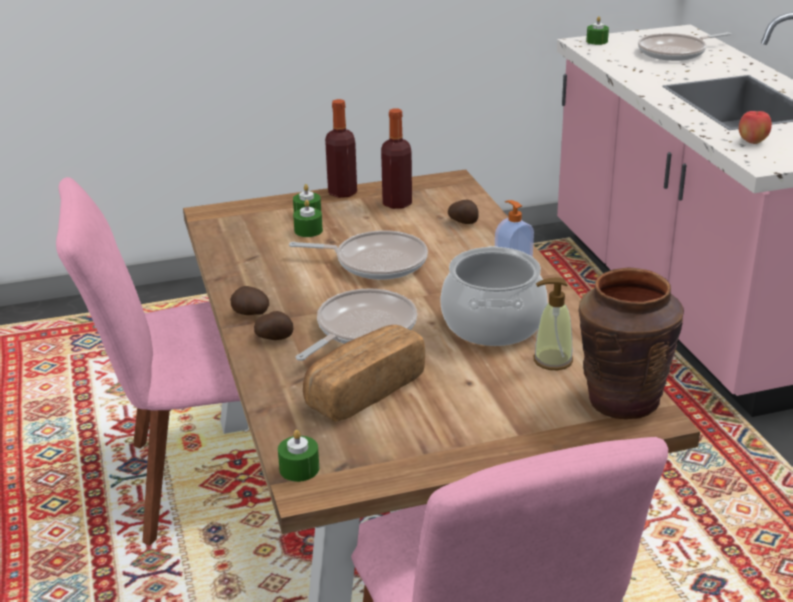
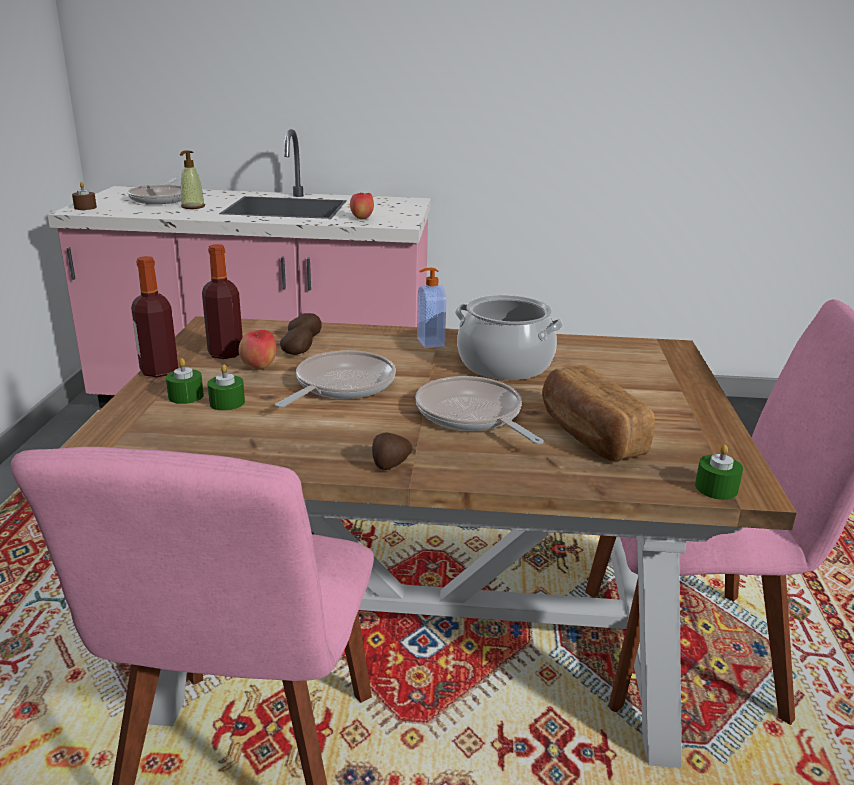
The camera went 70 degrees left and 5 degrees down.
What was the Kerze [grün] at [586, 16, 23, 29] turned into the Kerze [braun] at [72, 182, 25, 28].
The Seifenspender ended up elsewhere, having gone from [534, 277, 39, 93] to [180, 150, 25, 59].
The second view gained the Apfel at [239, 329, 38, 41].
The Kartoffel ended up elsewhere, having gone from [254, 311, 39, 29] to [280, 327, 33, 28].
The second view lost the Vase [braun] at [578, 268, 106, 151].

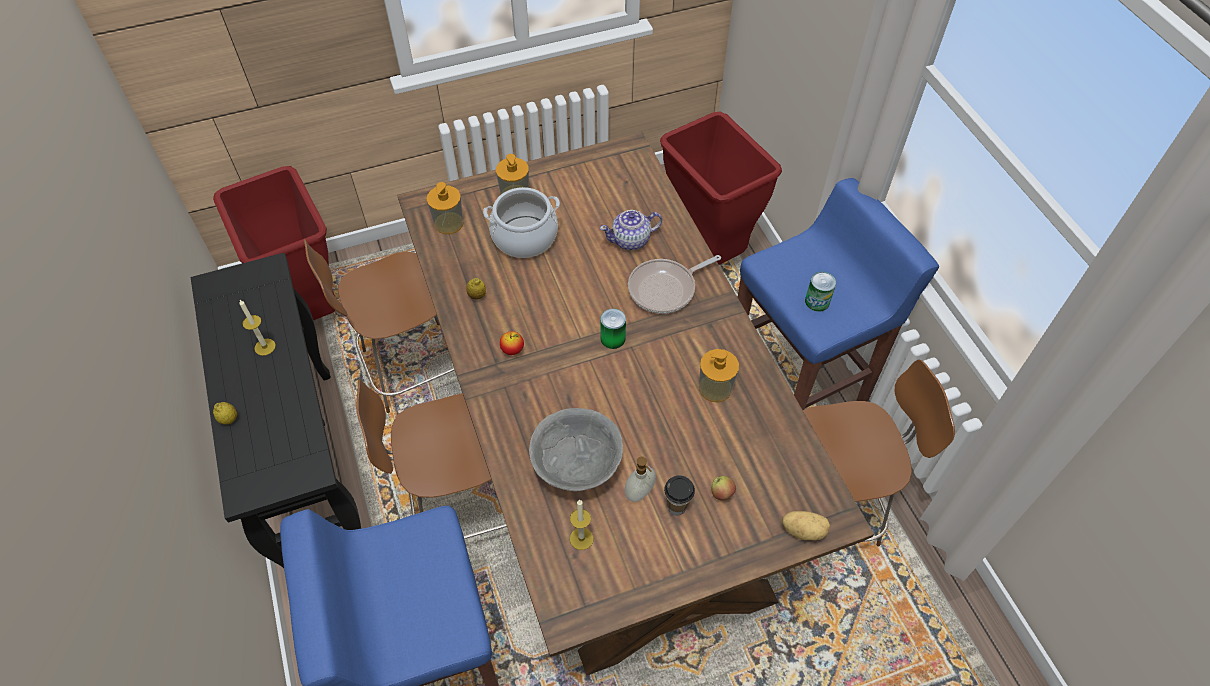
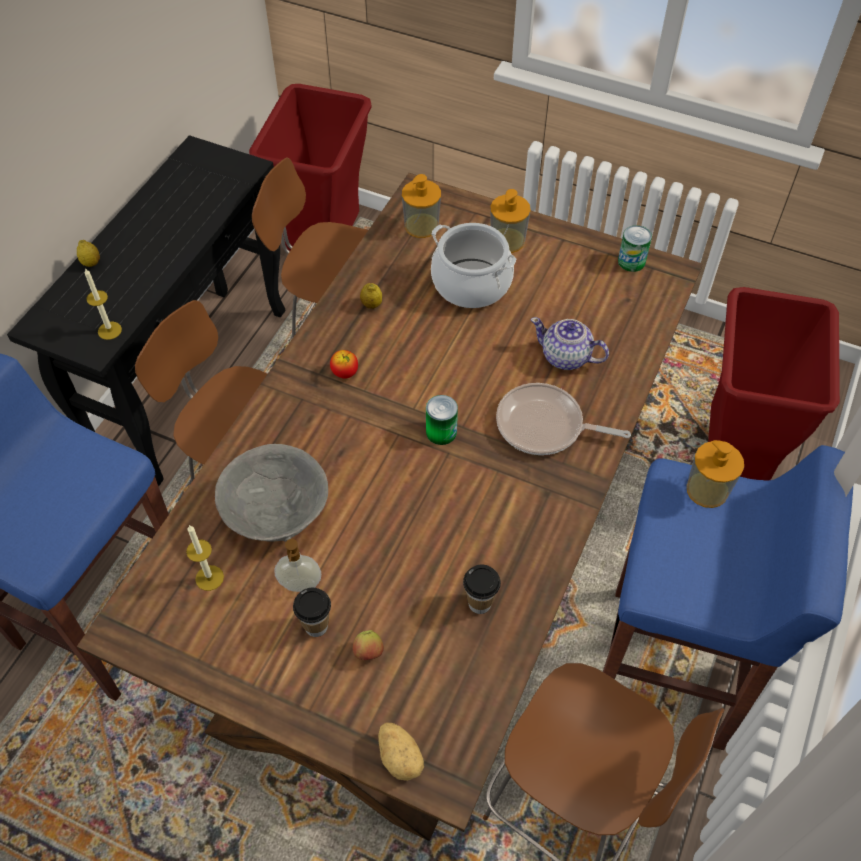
The camera went 45 degrees right and 0 degrees up.
The Kerze ended up elsewhere, having gone from [239, 300, 37, 56] to [85, 268, 37, 72].
The second view gained the Tasse at [463, 565, 38, 49].
The Dose ended up elsewhere, having gone from [805, 272, 31, 40] to [618, 225, 34, 47].
The Seifenspender ended up elsewhere, having gone from [699, 349, 40, 53] to [687, 440, 57, 68].

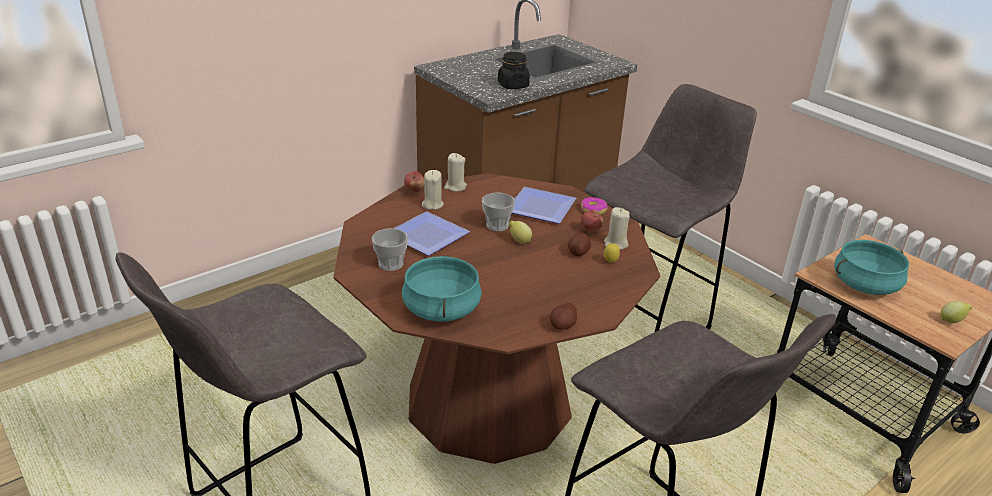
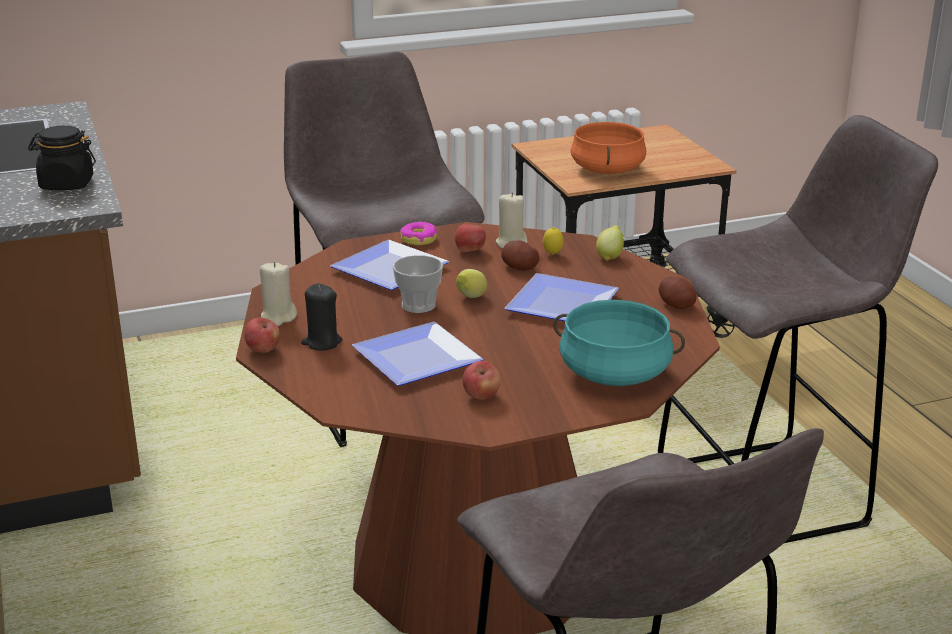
The camera went 70 degrees left and 5 degrees down.
What was the Kerze [beige] at [422, 170, 22, 40] turned into the Kerze [schwarz] at [301, 283, 42, 68].
Where the Tasse stood at [372, 228, 36, 43], the Apfel came to stand at [462, 361, 39, 38].
The second view gained the Teller at [504, 273, 115, 48].
What was the Kochtopf [türkis] at [834, 240, 75, 55] turned into the Kochtopf [orange] at [571, 122, 75, 52].
The Zitrone ended up elsewhere, having gone from [941, 301, 31, 22] to [596, 225, 28, 36].

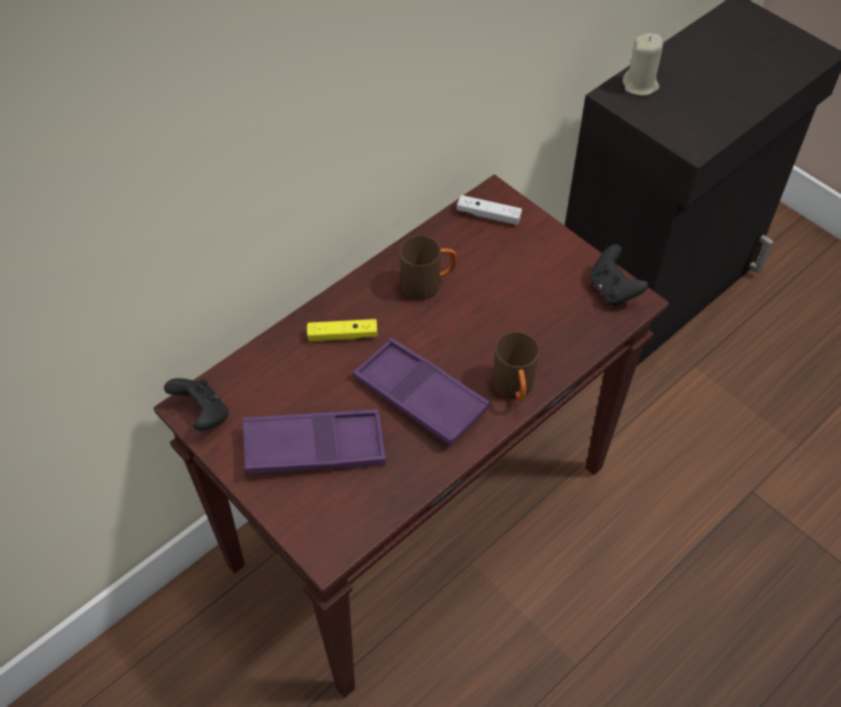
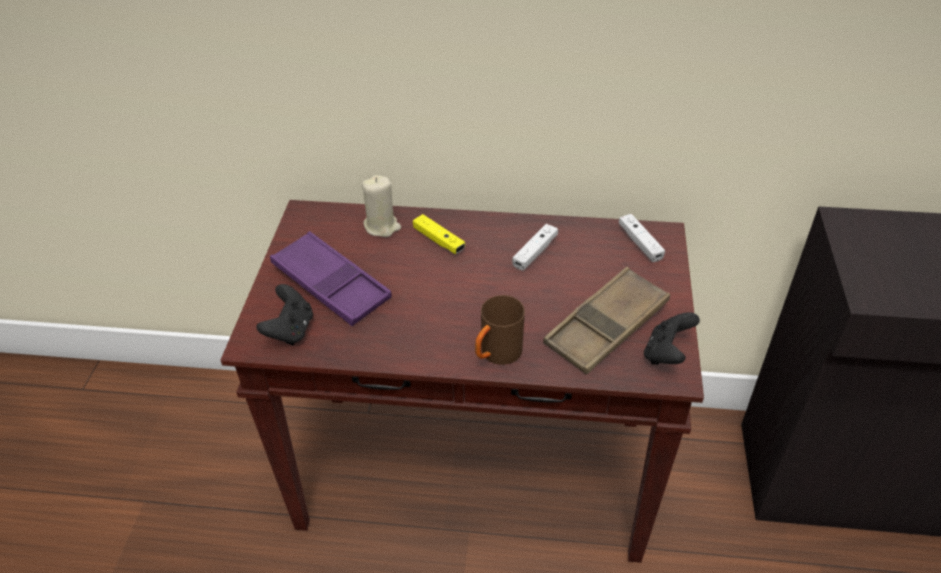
The camera went 50 degrees right and 10 degrees down.
The Gamepad [schwarz] ended up elsewhere, having gone from [164, 378, 65, 53] to [257, 284, 56, 61].
The Kerze [beige] ended up elsewhere, having gone from [623, 33, 40, 63] to [362, 175, 39, 62].
Where the Henkelbecher [braun] stood at [400, 235, 57, 65], the Gamepad [weiß] came to stand at [512, 224, 46, 47].
The second view gained the Tablett [braun] at [543, 267, 127, 107].
The second view lost the Tablett [lila] at [353, 338, 137, 108].

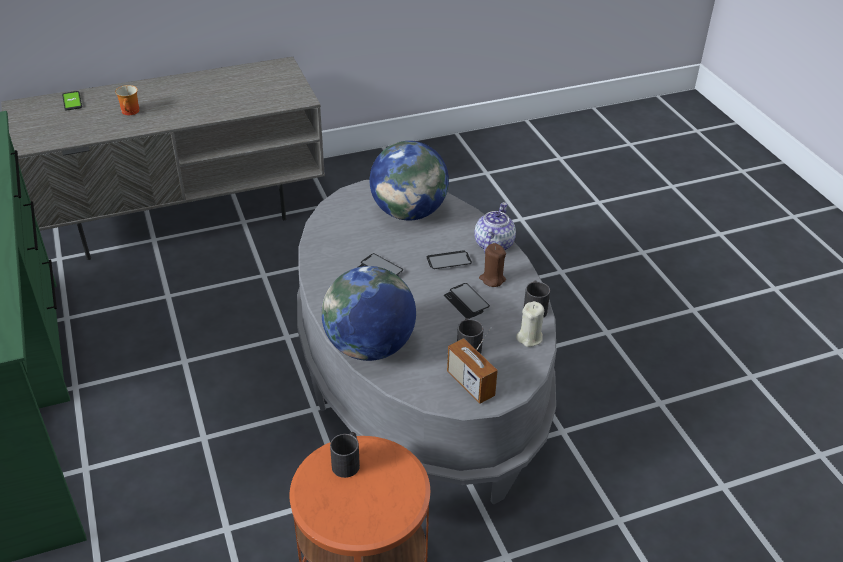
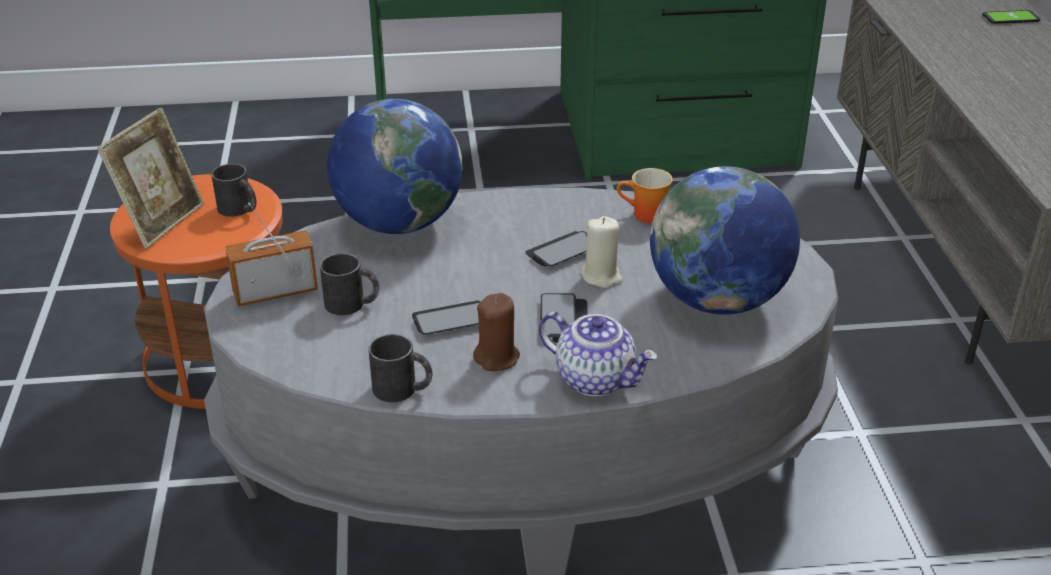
The camera went 105 degrees right and 5 degrees down.
The second view gained the Bilderrahmen at [97, 108, 107, 141].
The Kerze [beige] ended up elsewhere, having gone from [516, 301, 28, 46] to [582, 216, 41, 72].
The Henkelbecher ended up elsewhere, having gone from [115, 85, 24, 30] to [617, 168, 56, 55].

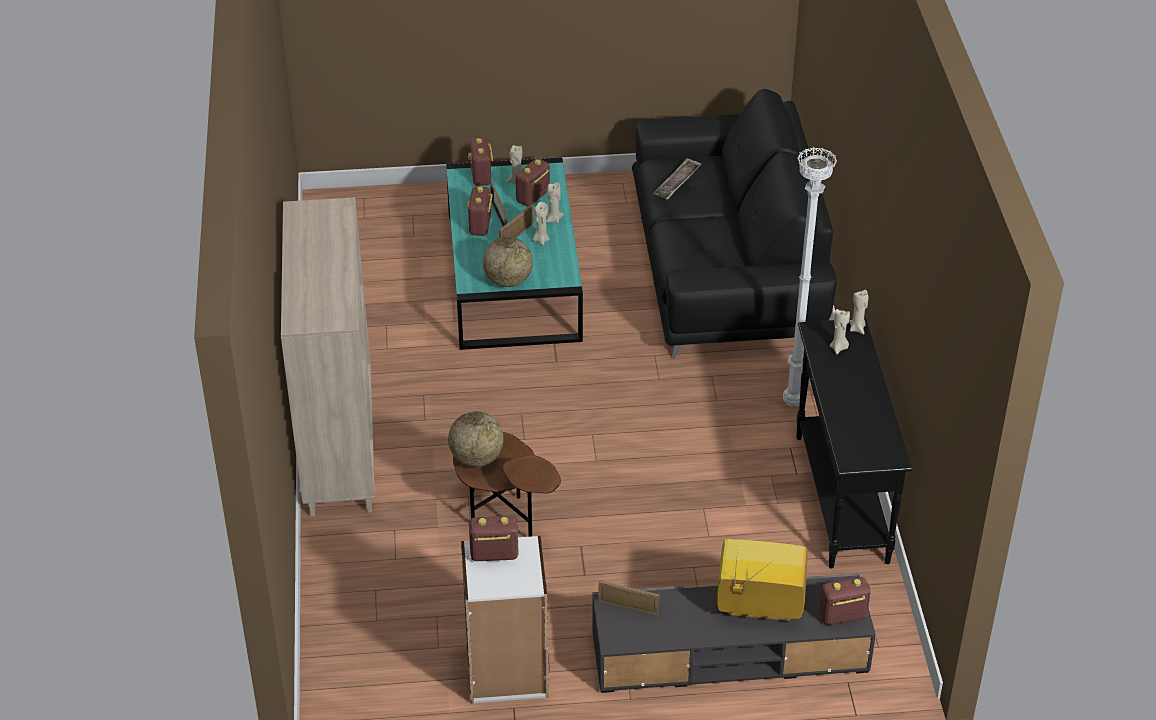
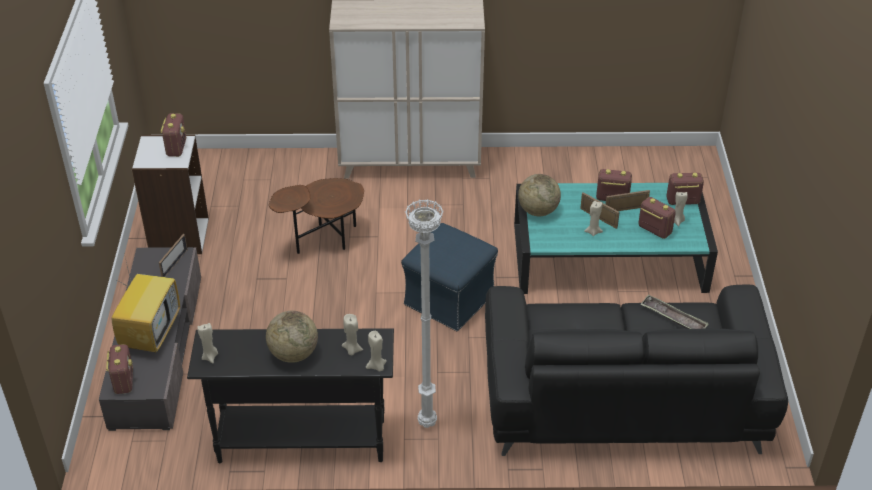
The camera went 95 degrees right and 0 degrees up.
The Kerze [beige] ended up elsewhere, having gone from [546, 182, 18, 41] to [197, 323, 21, 41].
The Globus ended up elsewhere, having gone from [448, 411, 56, 56] to [266, 311, 52, 52].
The second view gained the Polsterhocker [blau] at [401, 223, 97, 108].

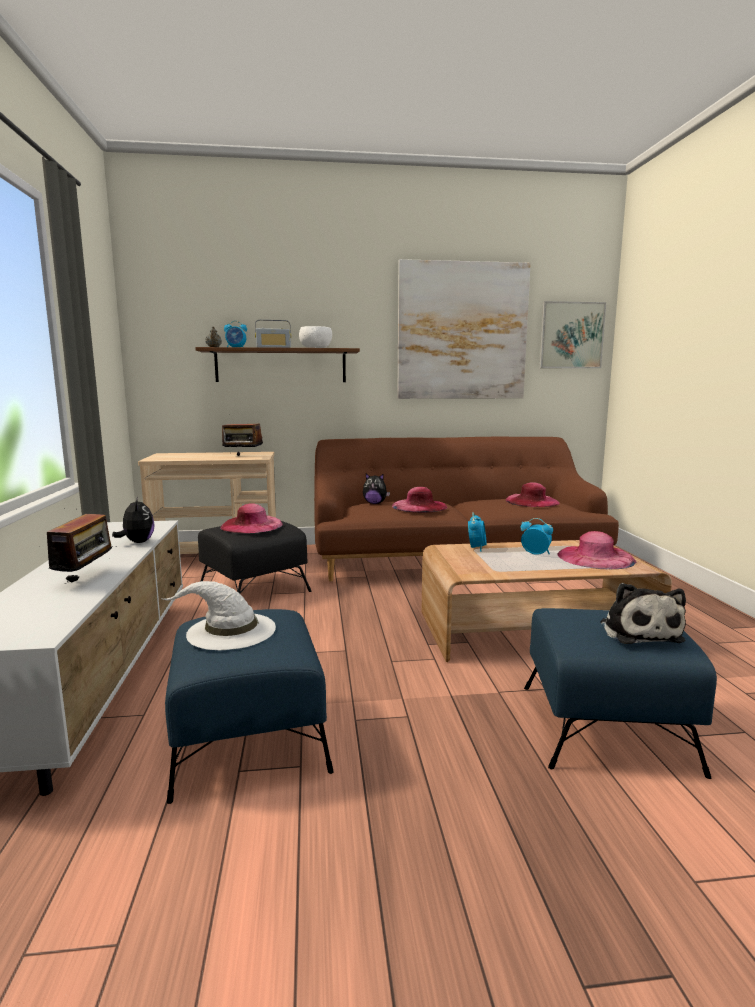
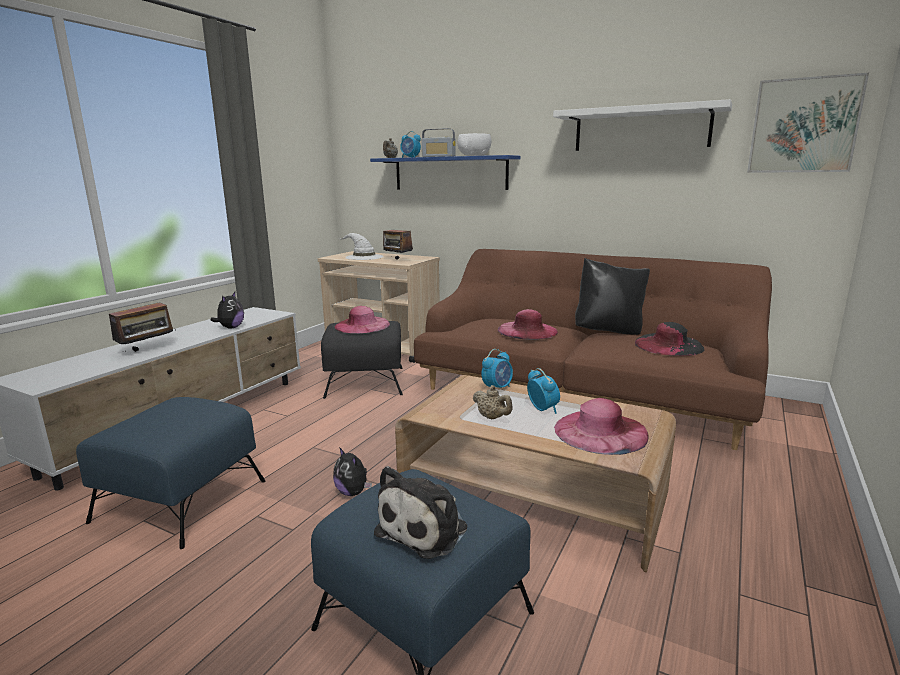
The camera went 35 degrees right and 5 degrees up.
The Plüschtier ended up elsewhere, having gone from [363, 474, 27, 30] to [333, 447, 39, 49].
The Hut [weiß] ended up elsewhere, having gone from [161, 581, 115, 69] to [339, 233, 44, 27].
What was the Wandregal [braun] at [195, 347, 165, 35] turned into the Wandregal [blau] at [370, 155, 150, 35].
The second view gained the Teekanne [beige] at [473, 385, 40, 34].
Where the Bild hung at [397, 259, 134, 140], the Wandregal [weiß] came to hang at [553, 99, 179, 52].
The second view gained the Kissen [schwarz] at [575, 258, 75, 77].
What was the Hut [rosa] at [506, 482, 53, 25] turned into the Hut [schwarz] at [635, 322, 69, 34].

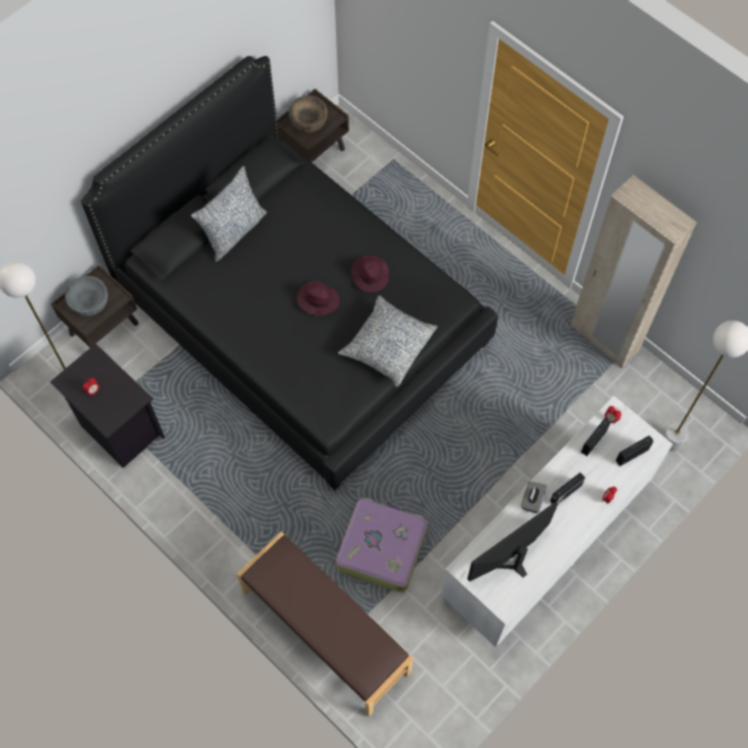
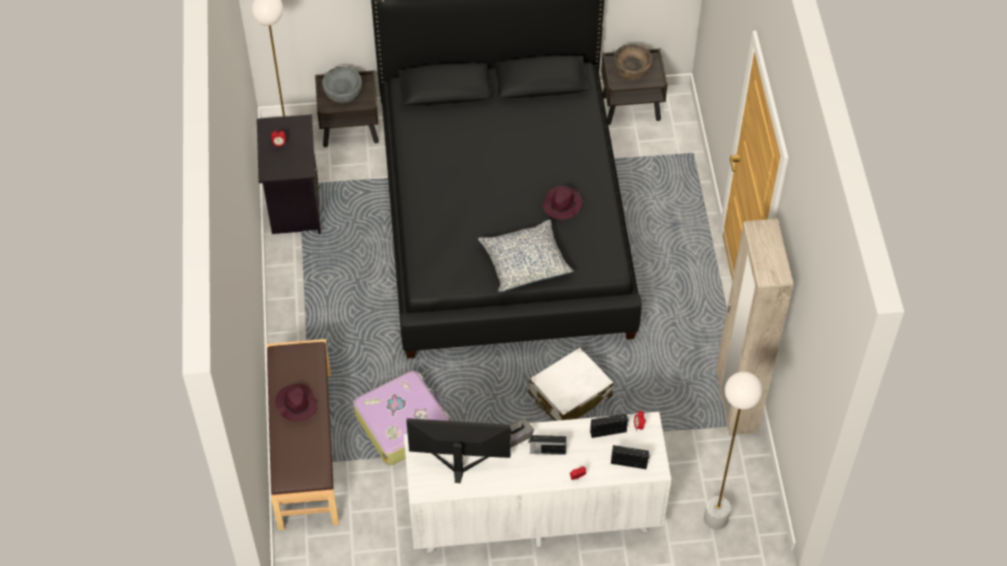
The camera went 40 degrees right and 10 degrees down.
The Hut [lila] ended up elsewhere, having gone from [297, 281, 43, 35] to [275, 384, 42, 38].
The second view gained the Koffer [weiß] at [529, 347, 85, 74].
The second view lost the Kissen at [191, 166, 76, 96].

